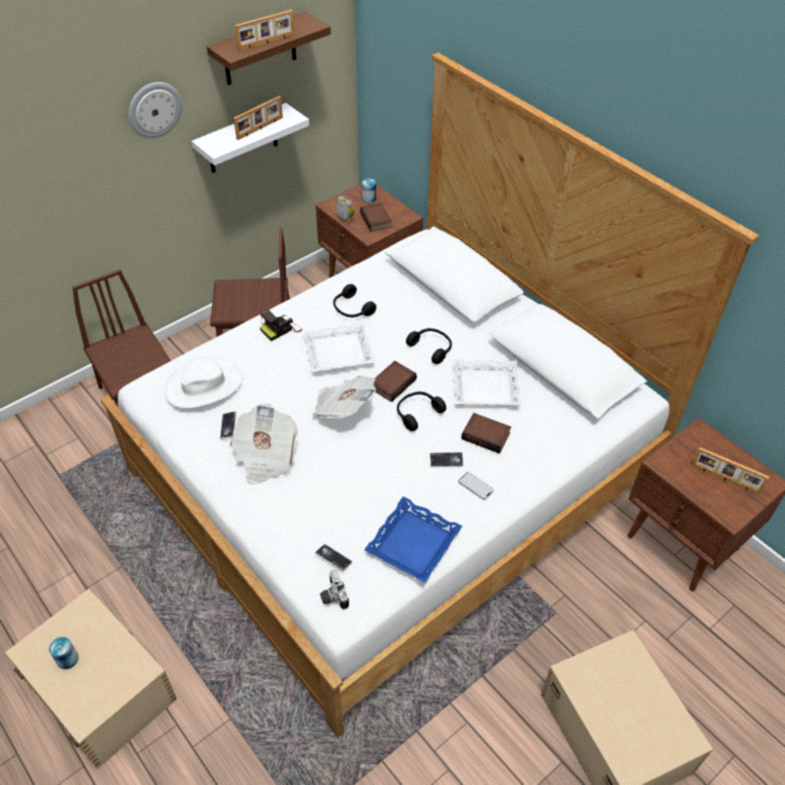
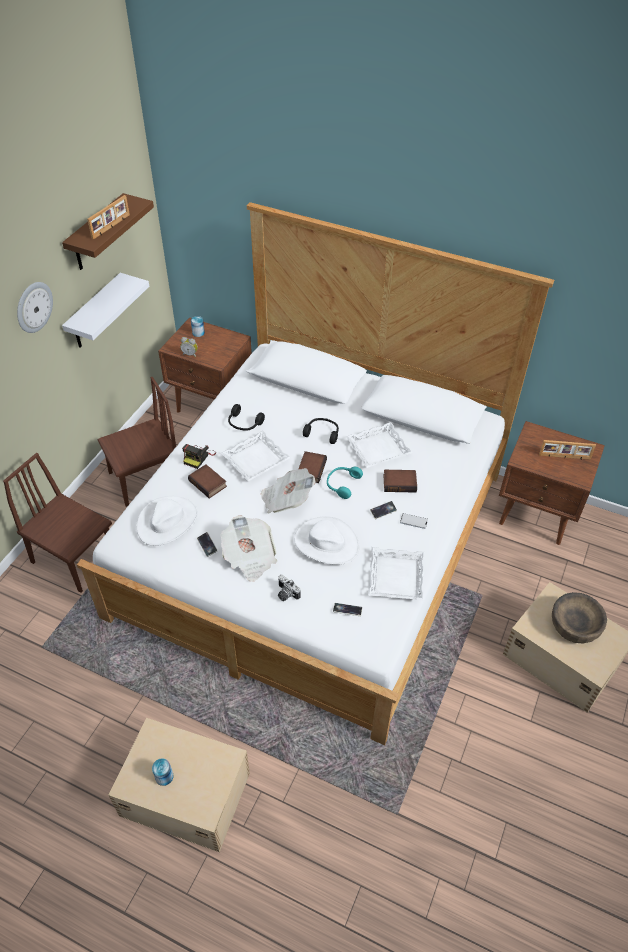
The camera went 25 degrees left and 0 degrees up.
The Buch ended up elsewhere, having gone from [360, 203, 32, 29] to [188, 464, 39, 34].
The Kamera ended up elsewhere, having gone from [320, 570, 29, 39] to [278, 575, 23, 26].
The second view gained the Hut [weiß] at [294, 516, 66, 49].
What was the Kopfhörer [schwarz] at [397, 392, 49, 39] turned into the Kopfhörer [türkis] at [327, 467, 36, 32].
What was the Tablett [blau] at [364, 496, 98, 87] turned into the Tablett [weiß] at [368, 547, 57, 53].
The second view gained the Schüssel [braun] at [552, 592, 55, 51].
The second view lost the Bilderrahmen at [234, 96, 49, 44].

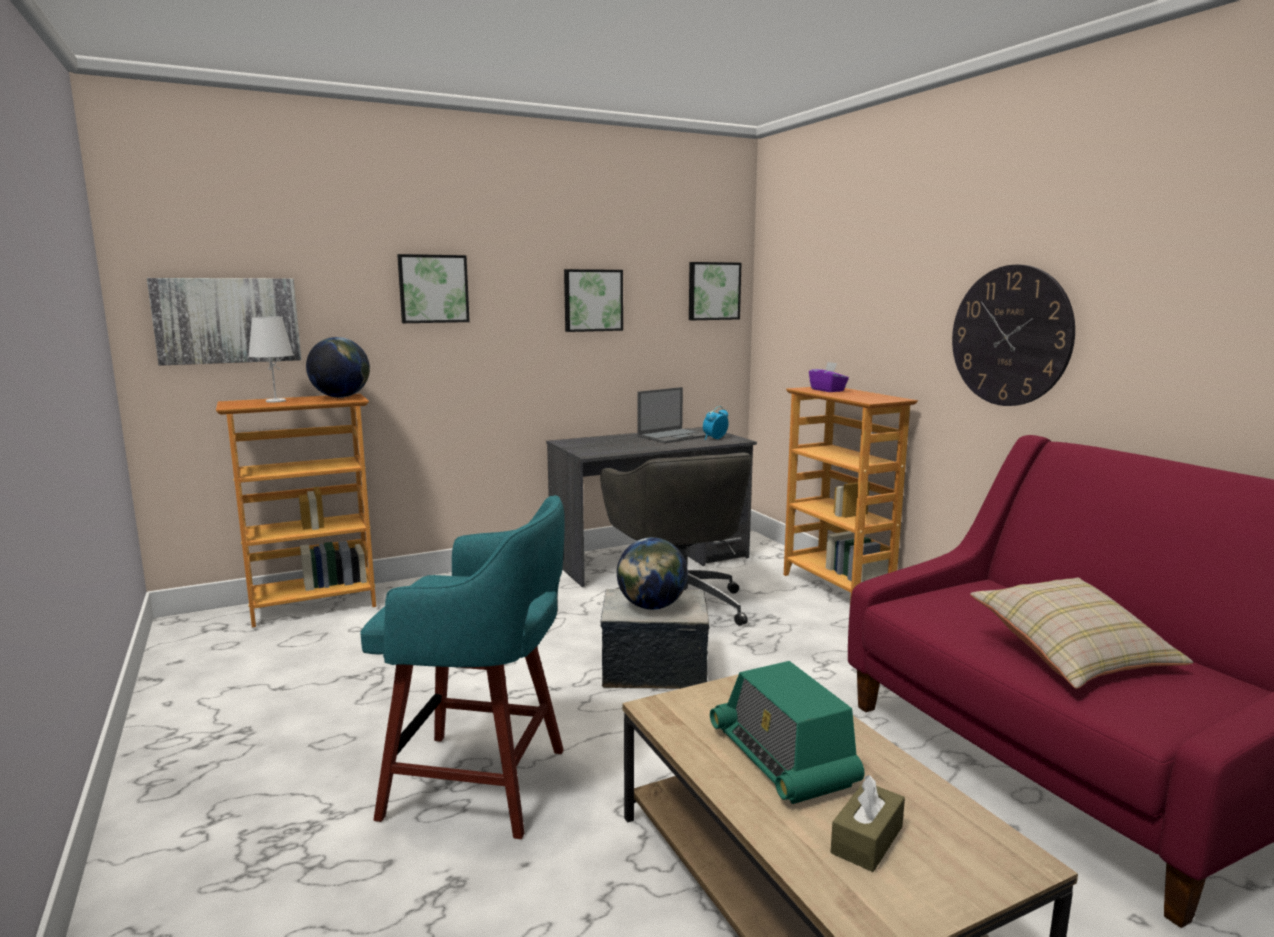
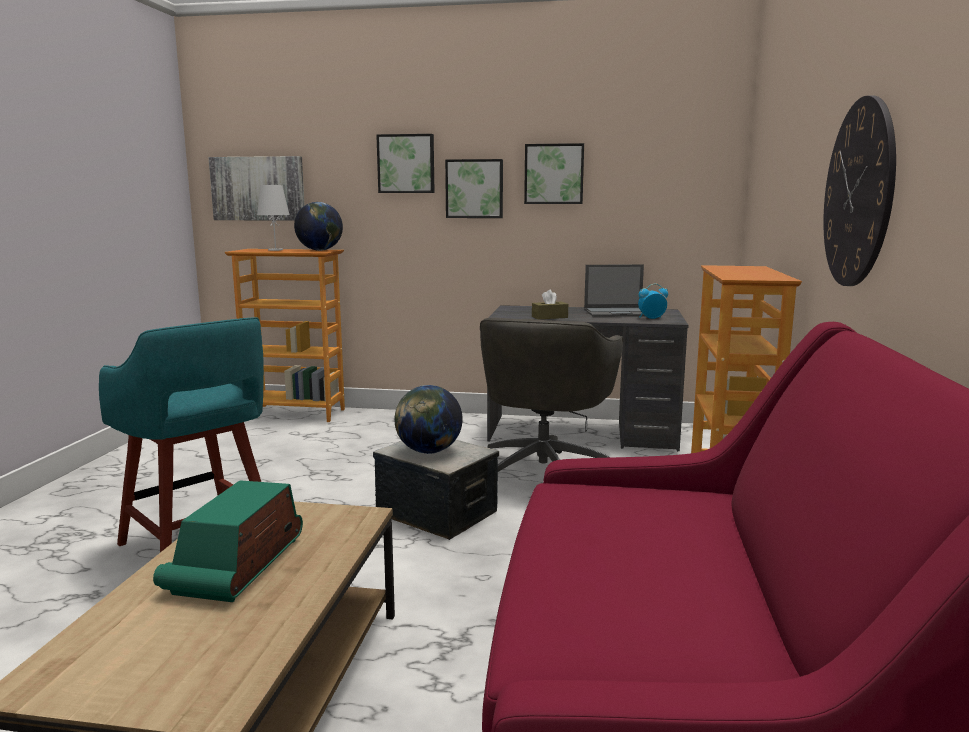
The camera went 35 degrees right and 0 degrees up.
The Bild ended up elsewhere, having gone from [689, 262, 53, 58] to [445, 159, 58, 59].
The Taschentuchbox [braun] ended up elsewhere, having gone from [831, 775, 74, 97] to [532, 289, 36, 31].
The second view lost the Taschentuchbox [lila] at [809, 362, 40, 30].
The second view lost the Kissen [beige] at [970, 578, 224, 111].

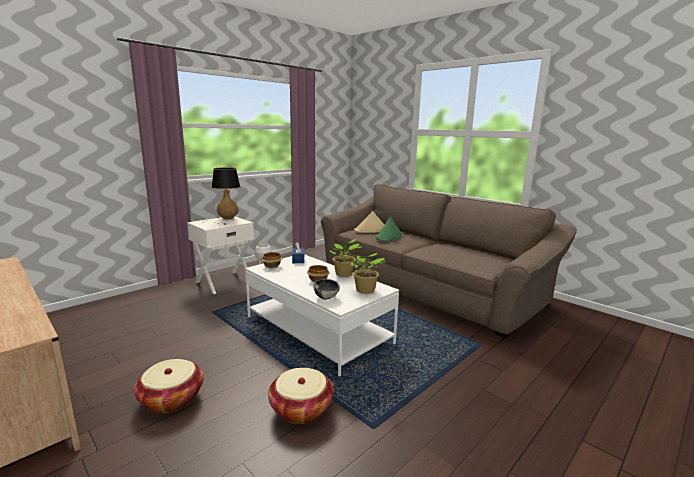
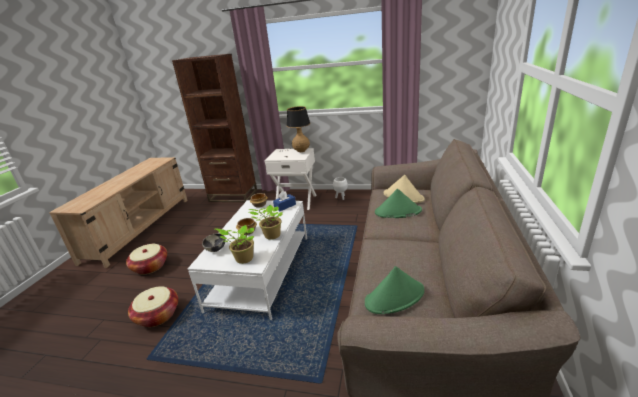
The camera went 60 degrees right and 10 degrees up.
The second view gained the Bücherregal [braun] at [172, 54, 85, 148].
The second view gained the Hut [grün] at [365, 266, 59, 48].

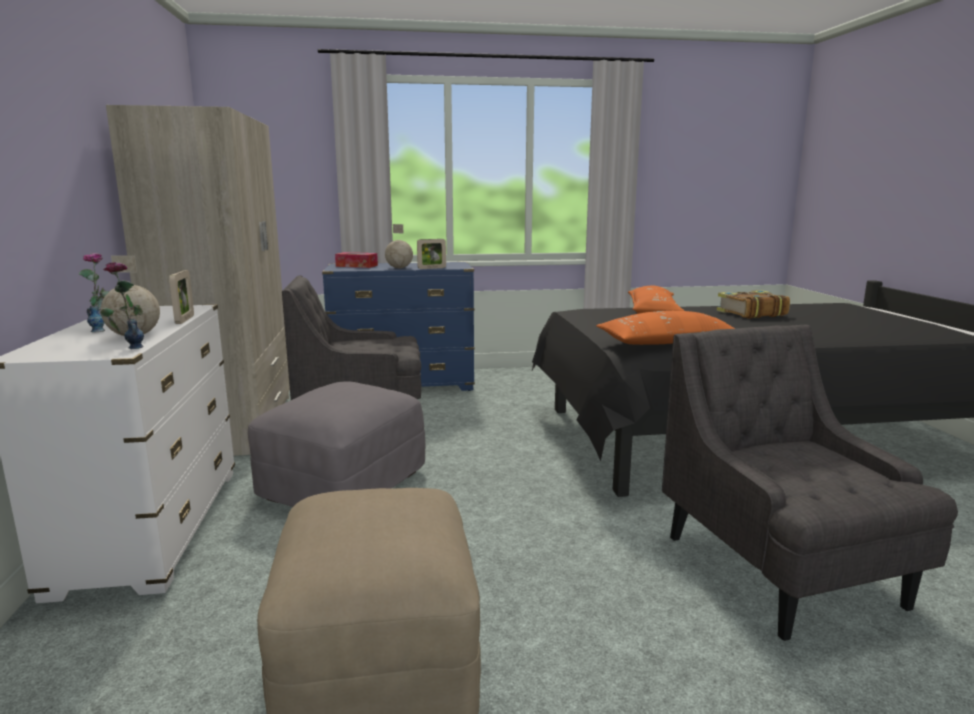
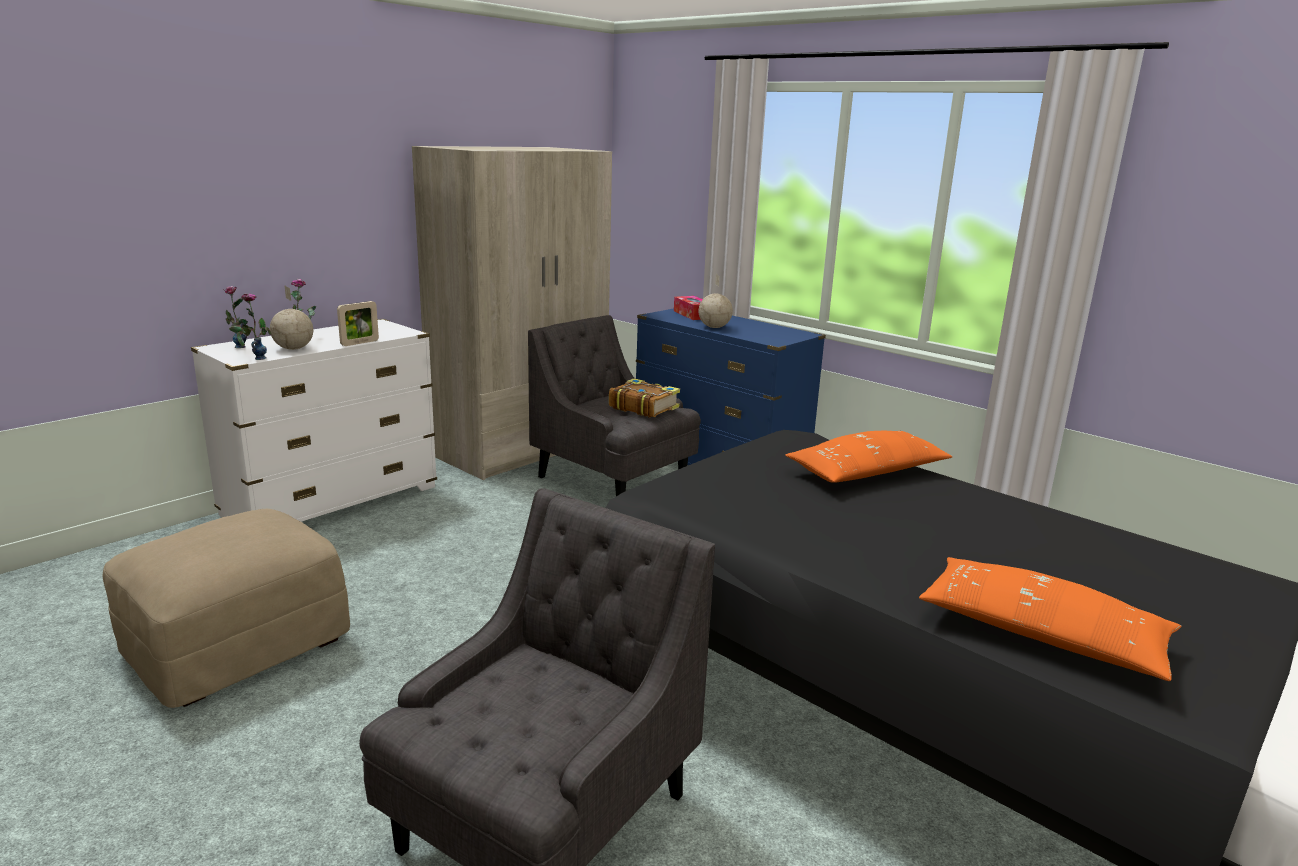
The camera went 50 degrees right and 5 degrees up.
The second view gained the Vase at [223, 286, 28, 62].
The Buch ended up elsewhere, having gone from [717, 290, 73, 29] to [609, 378, 71, 40].
The Kissen [orange] ended up elsewhere, having gone from [596, 311, 140, 34] to [919, 557, 263, 124].
The second view lost the Polsterhocker [grau] at [248, 381, 177, 126].
The second view lost the Bilderrahmen at [417, 239, 29, 30].

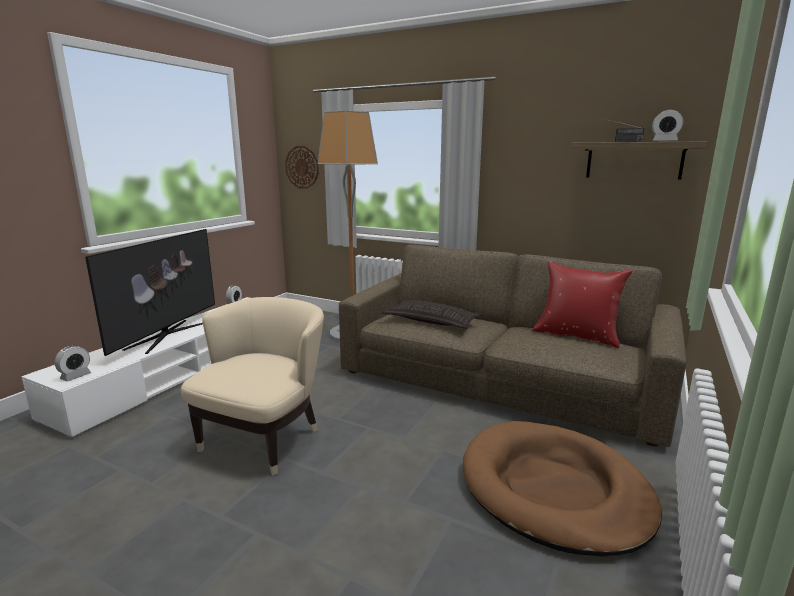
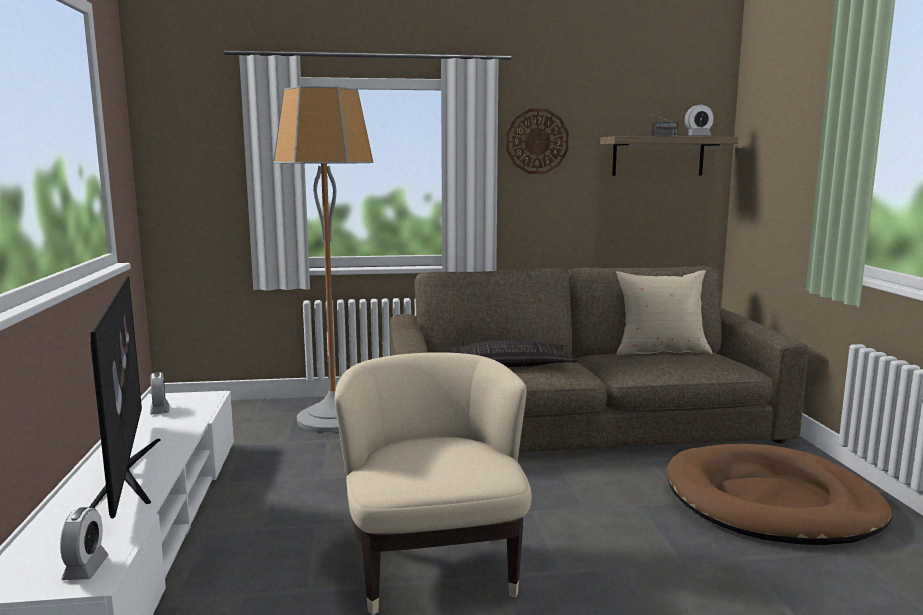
The camera went 35 degrees left and 5 degrees down.
The Wanduhr ended up elsewhere, having gone from [285, 146, 34, 43] to [506, 109, 63, 65].
What was the Kissen [rot] at [532, 261, 101, 87] turned into the Kissen [beige] at [616, 270, 97, 86].

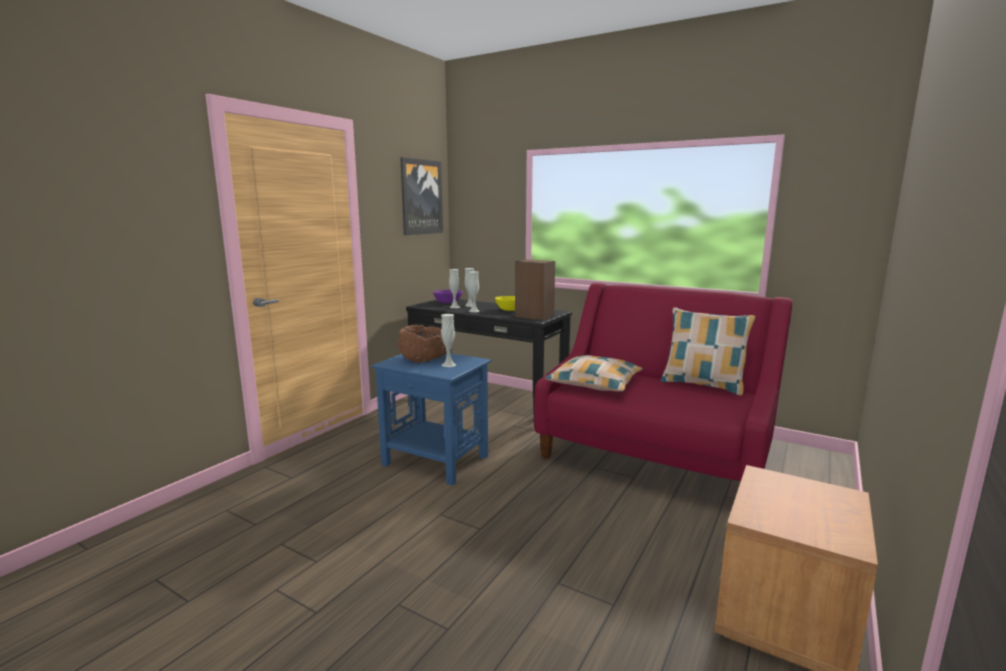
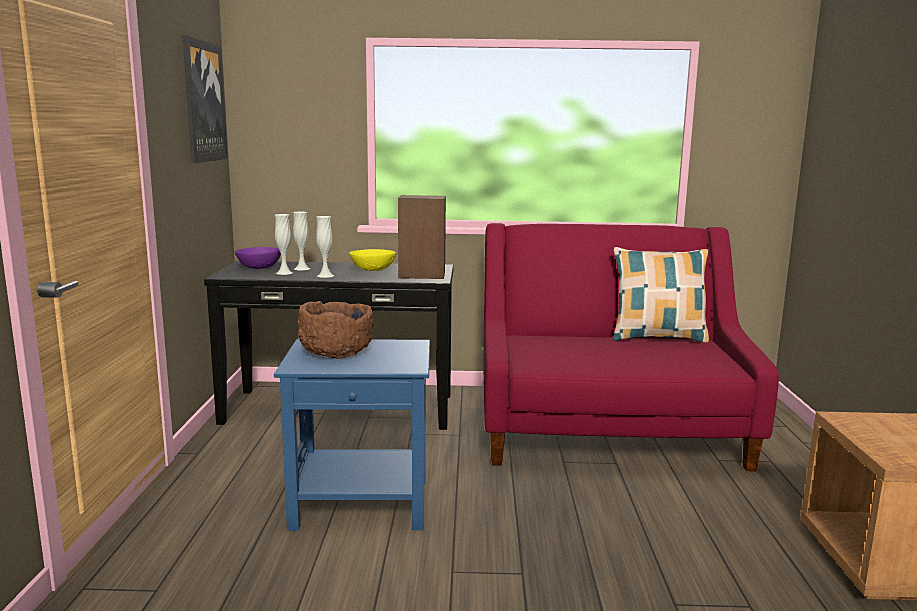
The camera went 30 degrees left and 0 degrees up.
The second view lost the Vase [weiß] at [441, 314, 15, 53].
The second view lost the Kissen at [545, 355, 98, 37].

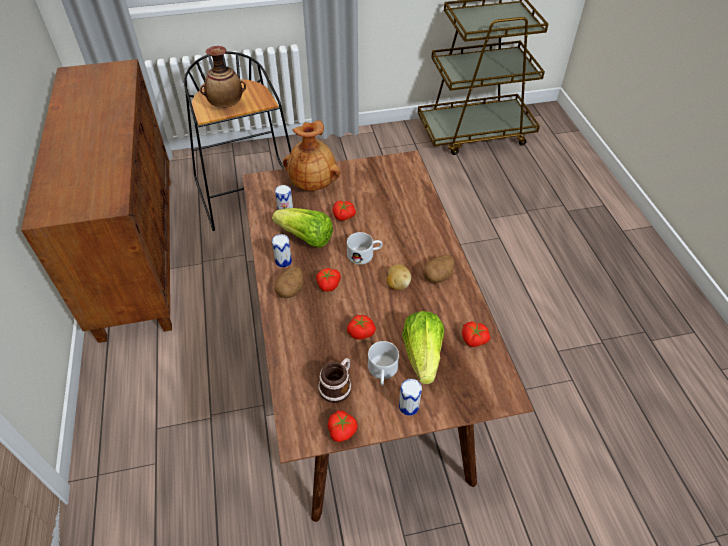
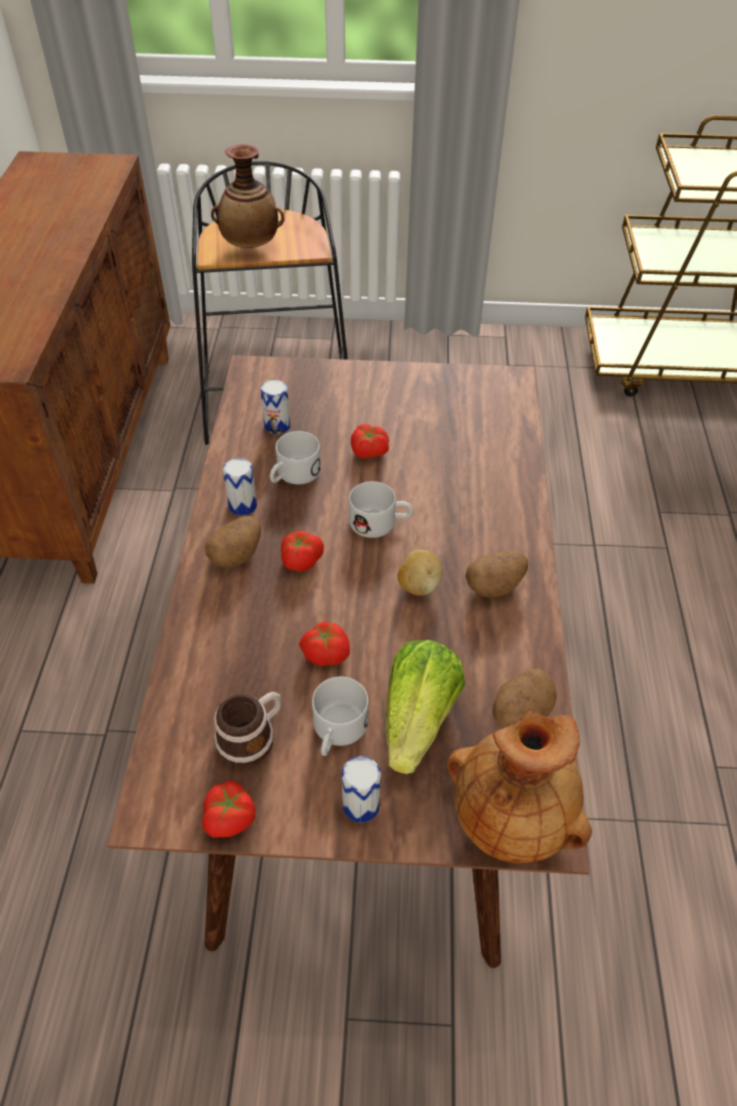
The camera went 15 degrees right and 0 degrees up.
Where the Salatkopf stood at [272, 208, 61, 40], the Henkelbecher [weiß] came to stand at [270, 431, 51, 53].
The Vase [braun] ended up elsewhere, having gone from [283, 121, 58, 70] to [447, 711, 145, 152].
Where the Tomate stood at [462, 321, 28, 26], the Kartoffel came to stand at [493, 669, 64, 59].

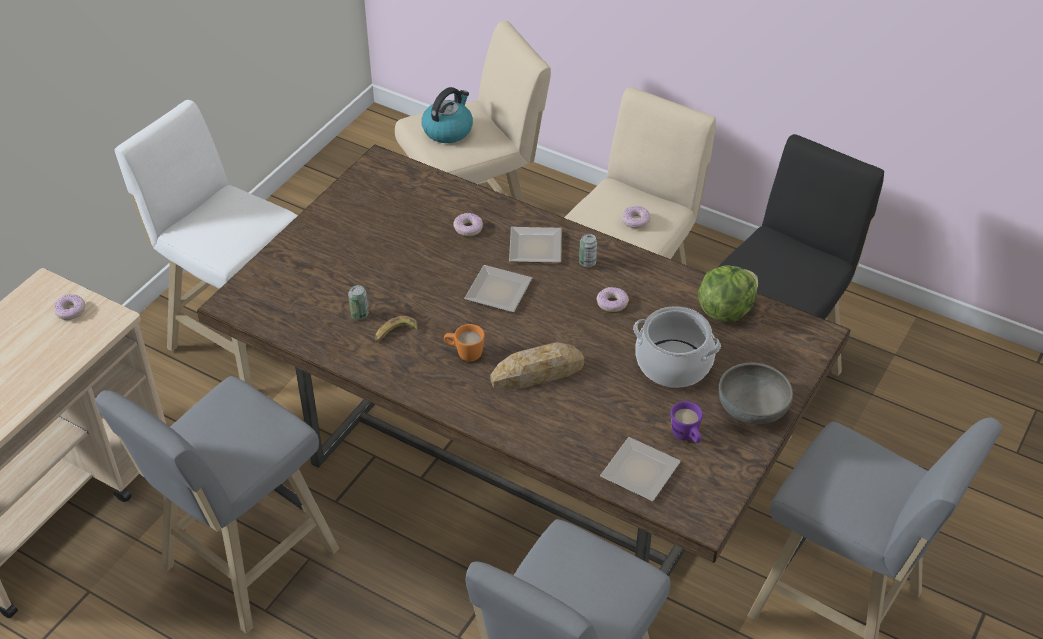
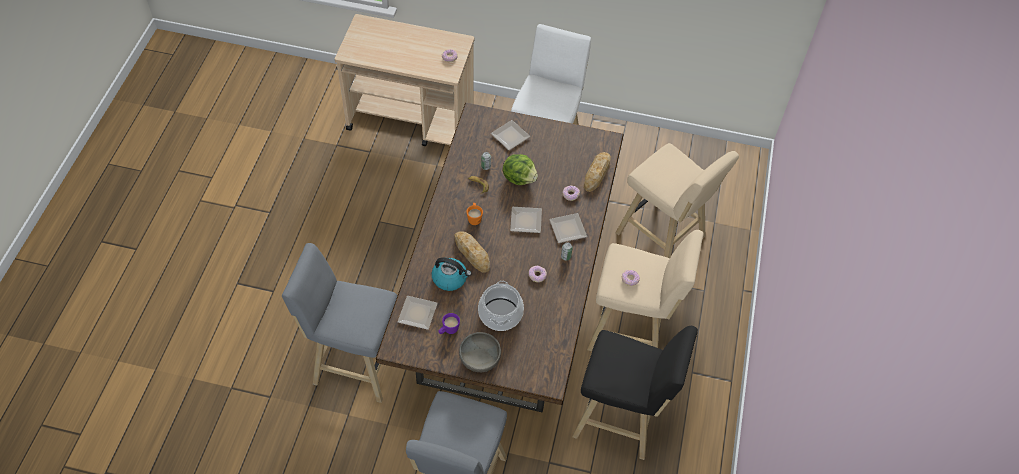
The camera went 70 degrees right and 10 degrees up.
The Wasserkessel ended up elsewhere, having gone from [422, 87, 51, 56] to [432, 257, 39, 34].
The second view gained the Teller at [491, 120, 39, 30].
The Salatkopf ended up elsewhere, having gone from [698, 265, 60, 57] to [502, 154, 36, 31].
The second view gained the Brot at [584, 152, 27, 40].
The second view lost the Hocker [grau] at [95, 376, 244, 258].

